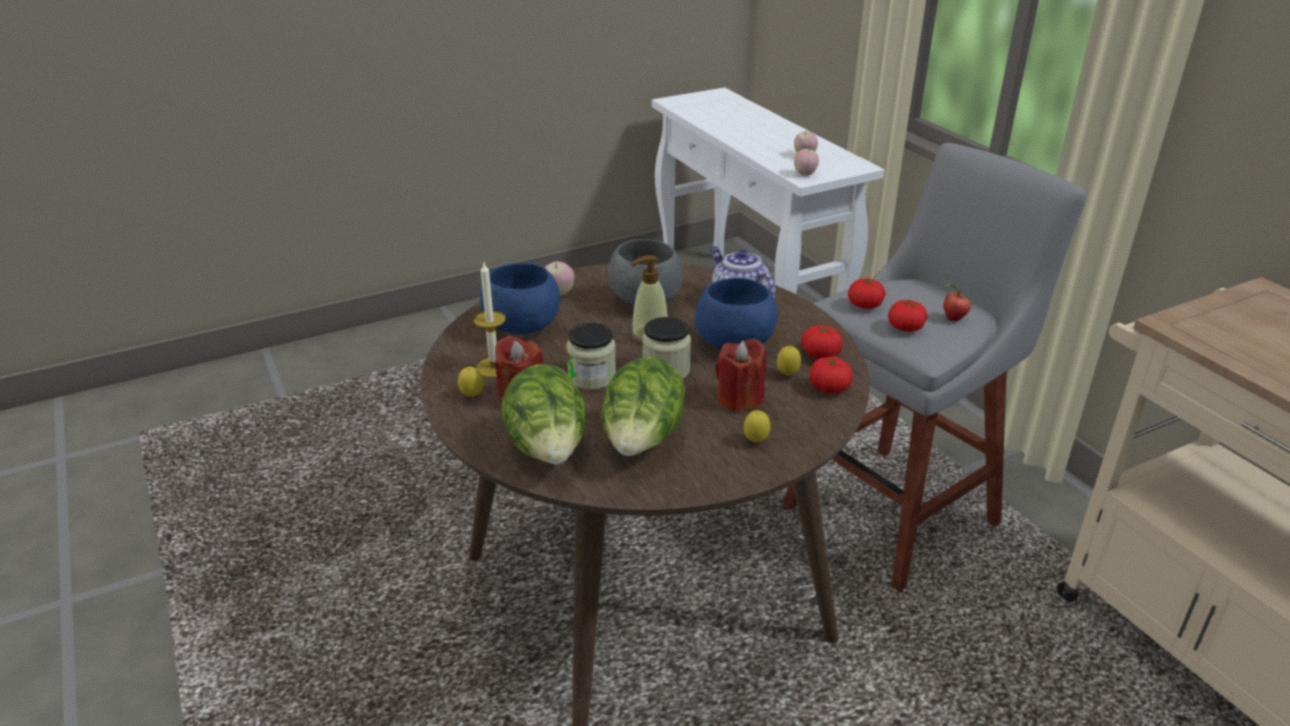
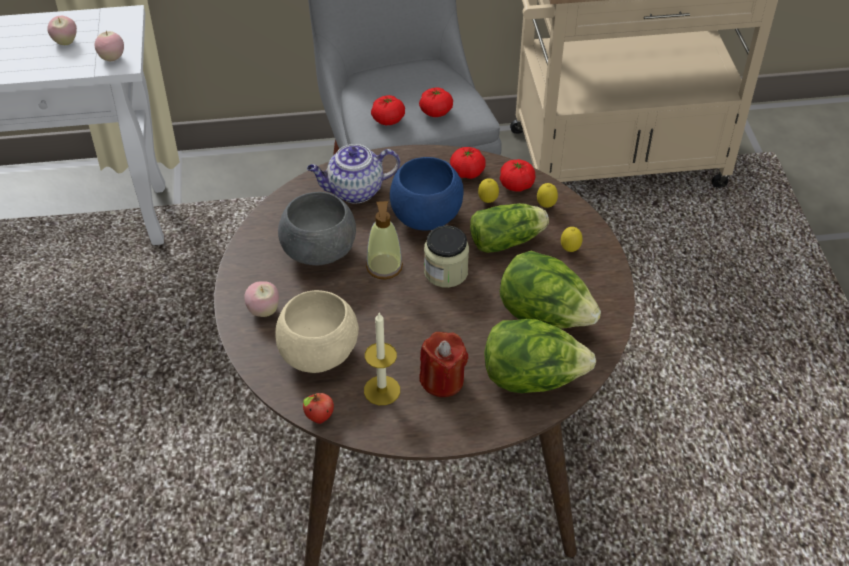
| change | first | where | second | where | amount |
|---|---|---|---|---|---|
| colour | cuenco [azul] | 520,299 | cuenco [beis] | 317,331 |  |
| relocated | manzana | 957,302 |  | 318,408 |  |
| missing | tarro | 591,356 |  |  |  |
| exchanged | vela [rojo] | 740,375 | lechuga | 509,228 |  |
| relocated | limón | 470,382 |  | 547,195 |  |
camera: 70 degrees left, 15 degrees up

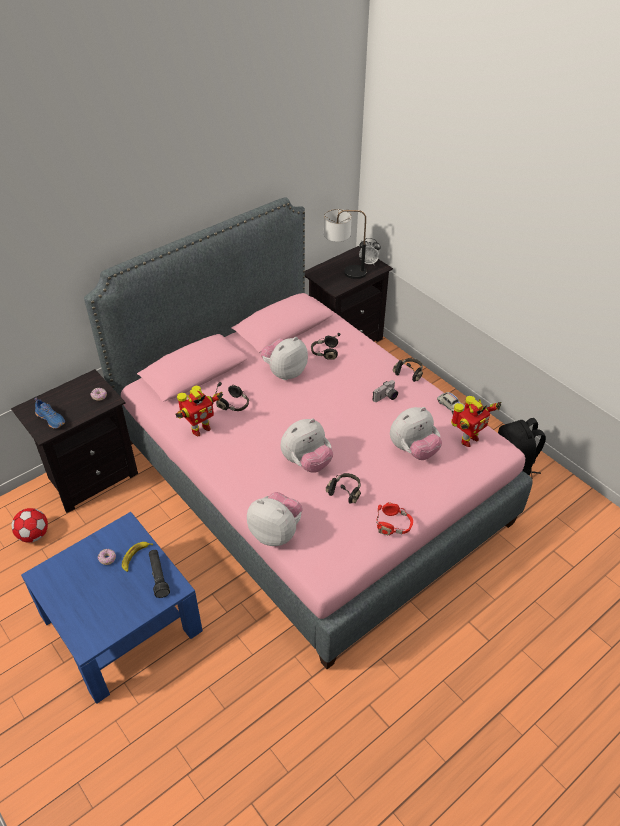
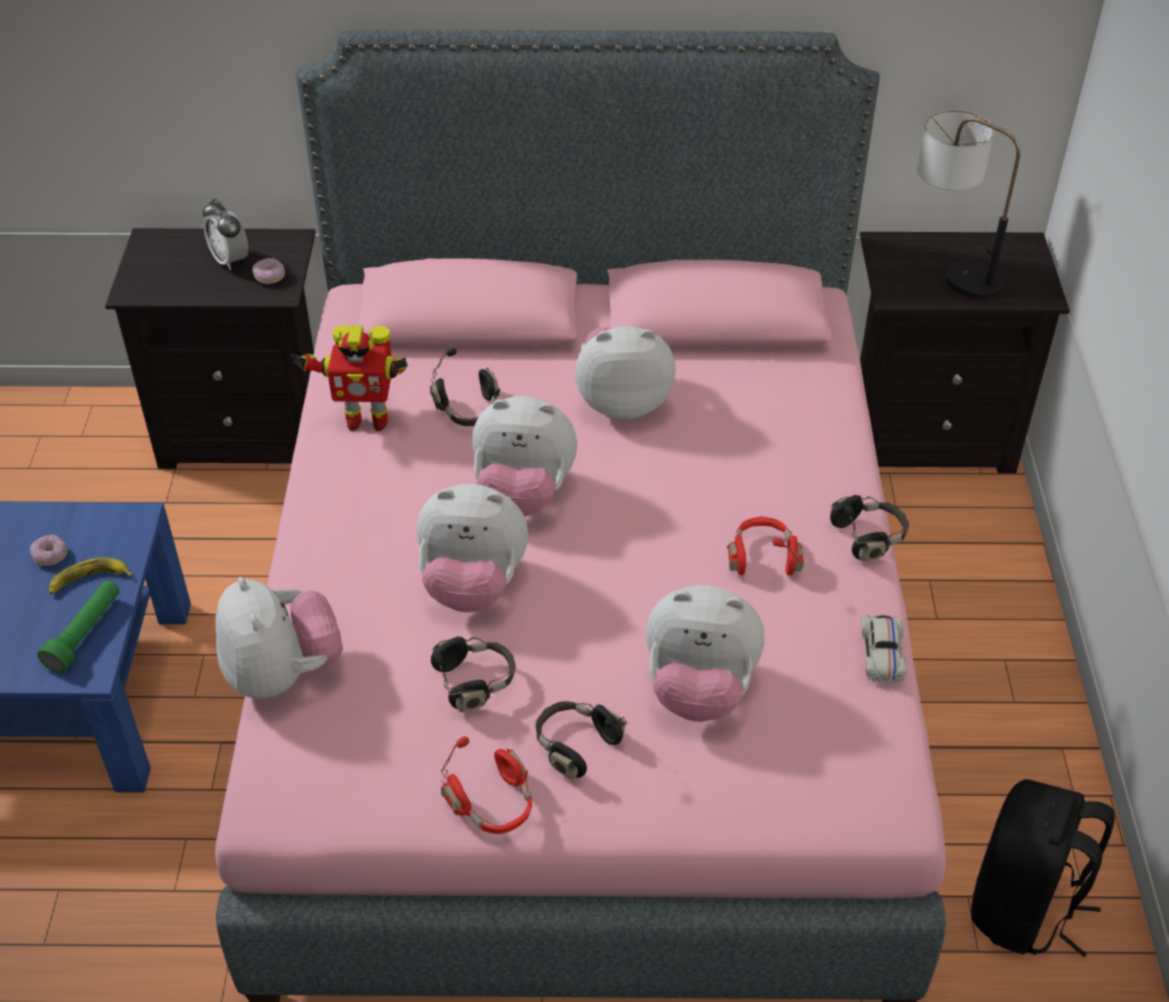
| change | first | where | second | where | amount |
|---|---|---|---|---|---|
| relocated | despertador | 370,251 |  | 225,235 |  |
| relocated | auriculares [negro] | 325,346 |  | 581,740 |  |
| exchanged | cámara | 385,391 | auriculares [rojo] | 765,546 |  |
| missing | robot de juguete | 476,421 |  |  |  |
| missing | zapato [azul] | 49,413 |  |  |  |
| missing | balón de fútbol | 30,525 |  |  |  |
| colour | linterna [negro] | 159,574 | linterna [verde] | 78,627 |  |
| appeared |  |  | peluche | 524,456 |  |
camera: 40 degrees right, 0 degrees up

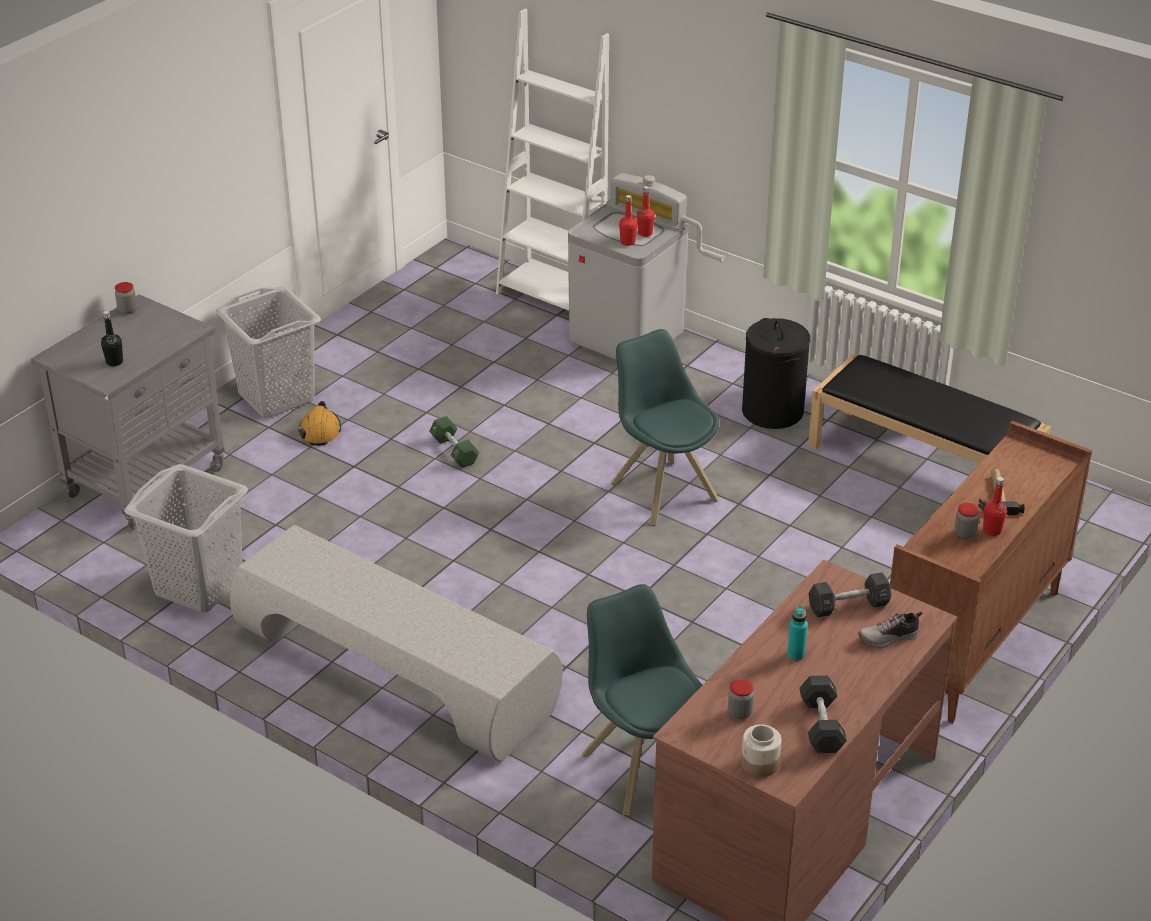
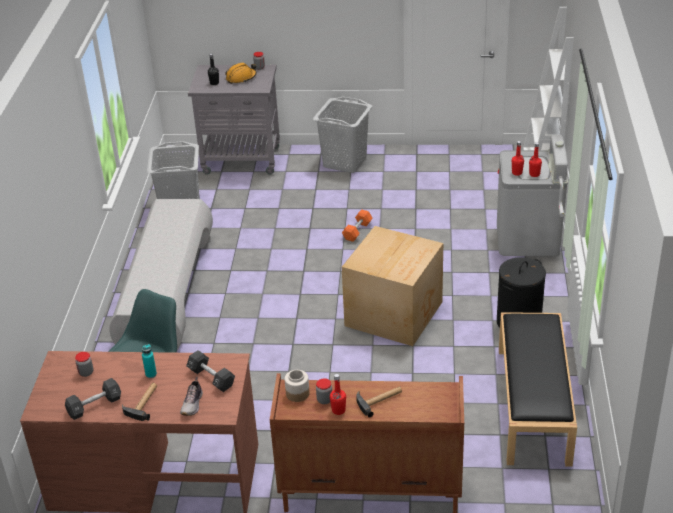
| change | first | where | second | where | amount |
|---|---|---|---|---|---|
| exchanged | silla [turquesa] | 665,427 | caja de cartón | 392,286 |  |
| relocated | casco [naranja] | 319,423 |  | 241,73 |  |
| colour | mancuerna [verde] | 454,442 | mancuerna [naranja] | 357,225 |  |
| spun | zapato | 890,629 |  | 191,396 | 120 degrees counterclockwise |
| relocated | tarro | 761,751 |  | 297,386 |  |
| appeared |  |  | martillo | 139,402 |  |
camera: 60 degrees right, 0 degrees up

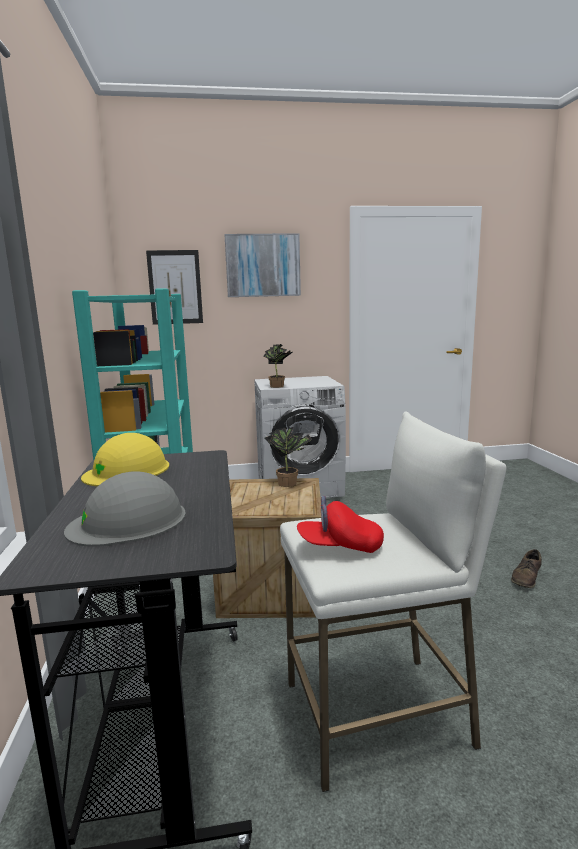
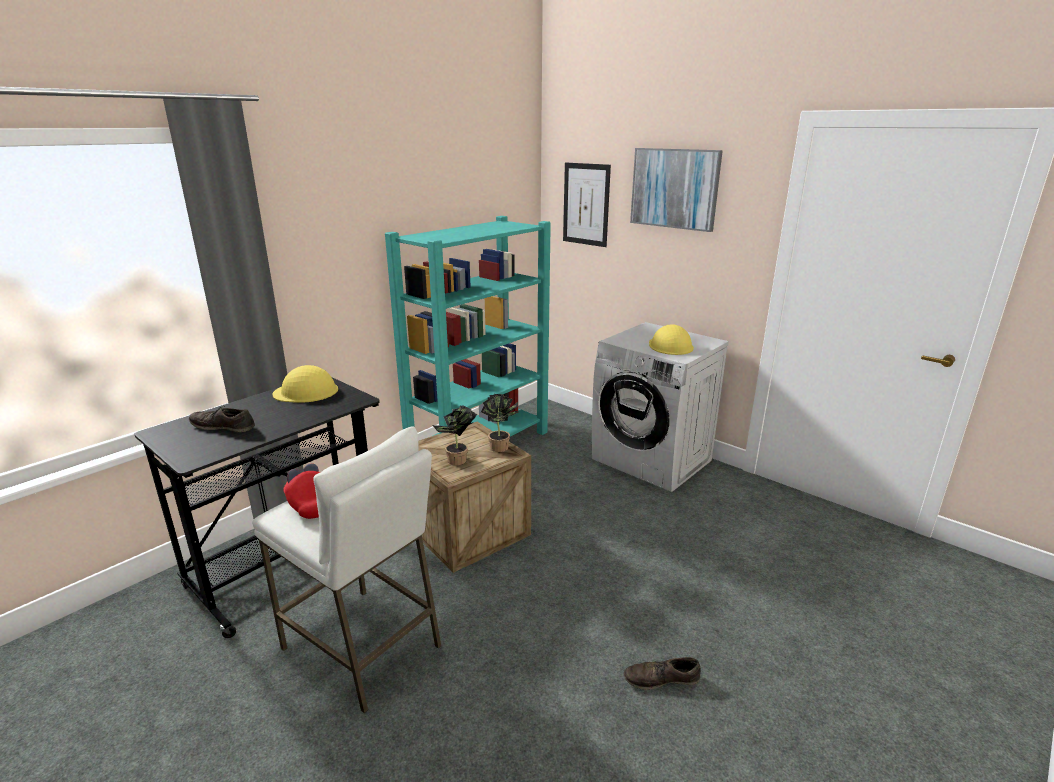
| change | first | where | second | where | amount |
|---|---|---|---|---|---|
| relocated | planta en maceta | 277,366 |  | 455,435 |  |
| exchanged | casco [gris] | 125,509 | zapato [marrón] | 222,419 |  |
| appeared |  |  | casco [amarillo] | 671,339 |  |
camera: 50 degrees right, 10 degrees up

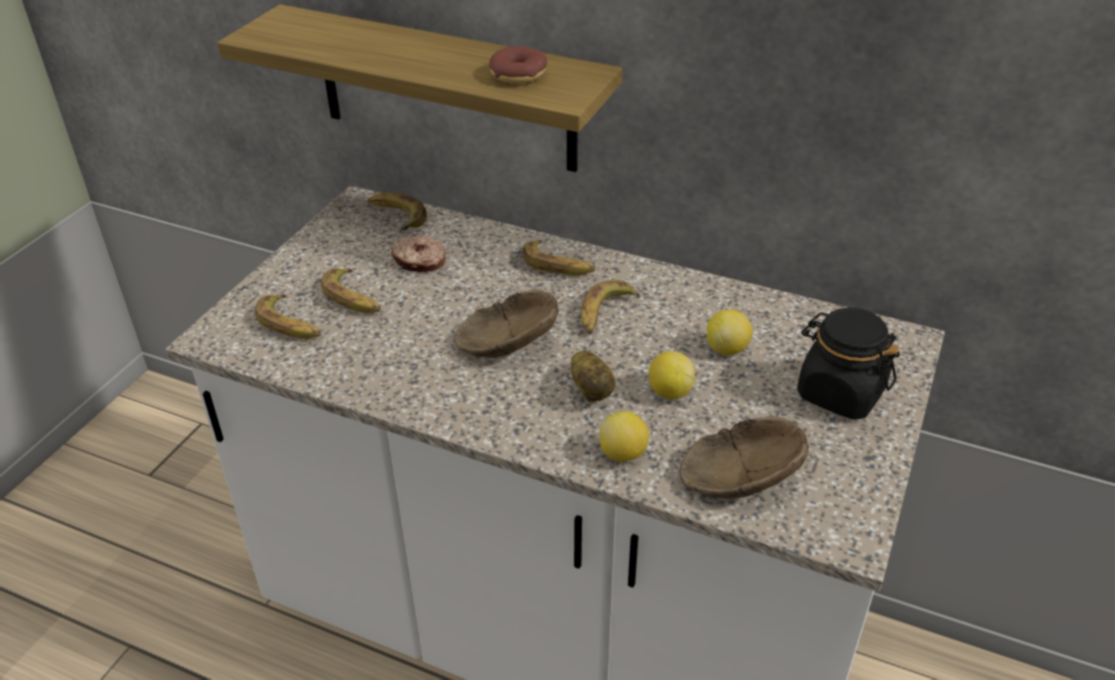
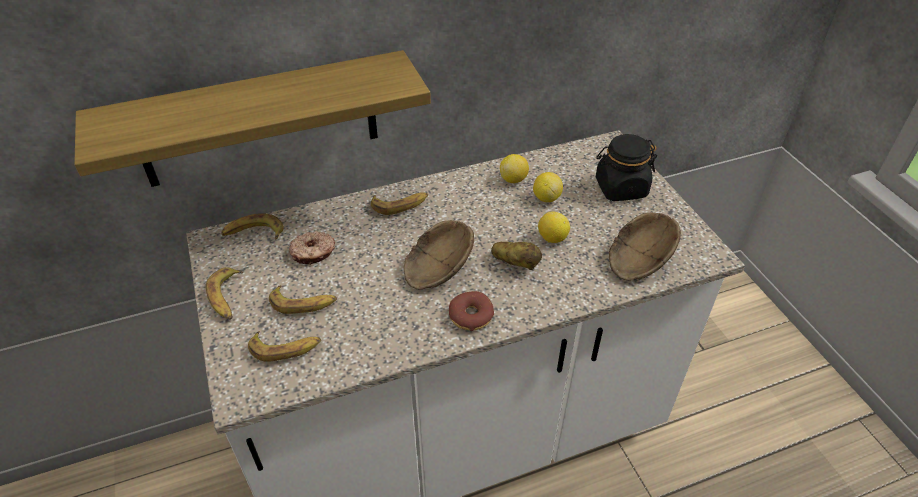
| change | first | where | second | where | amount |
|---|---|---|---|---|---|
| relocated | rosquilla | 518,65 |  | 471,311 |  |
| relocated | plátano | 610,307 |  | 224,293 |  |
| relocated | limón | 624,436 |  | 514,168 |  |
camera: 45 degrees left, 5 degrees up

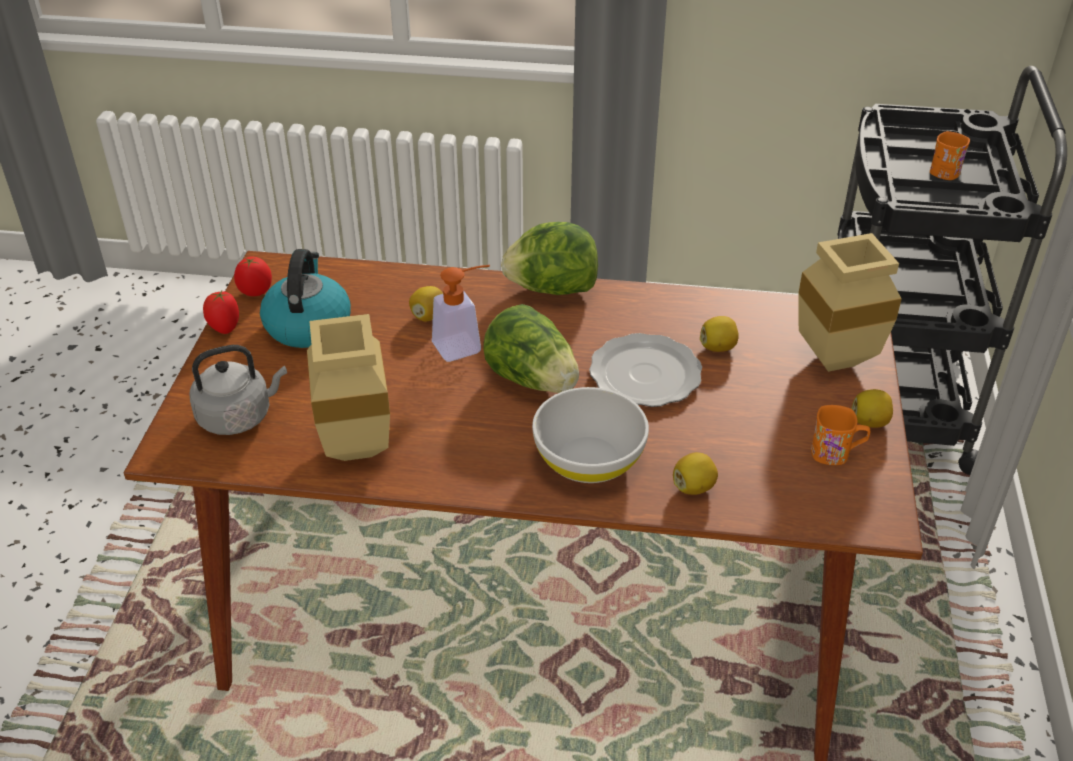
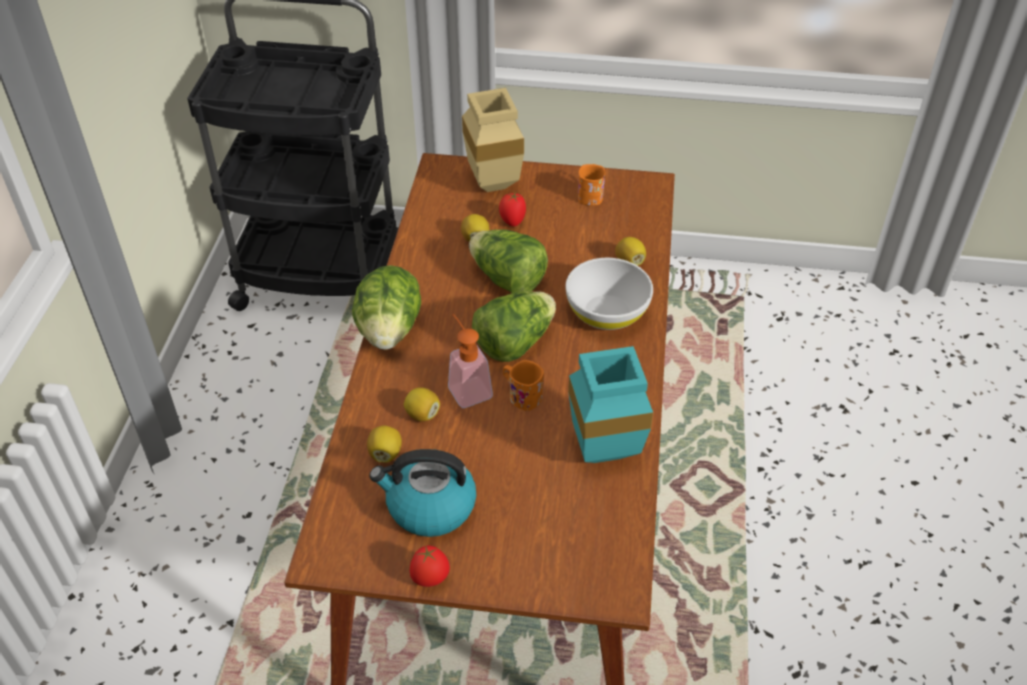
| change | first | where | second | where | amount |
|---|---|---|---|---|---|
| relocated | taza grande [naranja] | 950,155 |  | 523,385 |  |
| relocated | tomate | 253,276 |  | 512,209 |  |
| colour | florero [beis] | 348,387 | florero [turquesa] | 610,404 |  |
| exchanged | plato | 645,370 | lechuga | 508,261 |  |
| missing | hervidor [gris] | 238,390 |  |  |  |
| relocated | limón | 872,408 |  | 384,444 |  |
camera: 90 degrees left, 5 degrees up

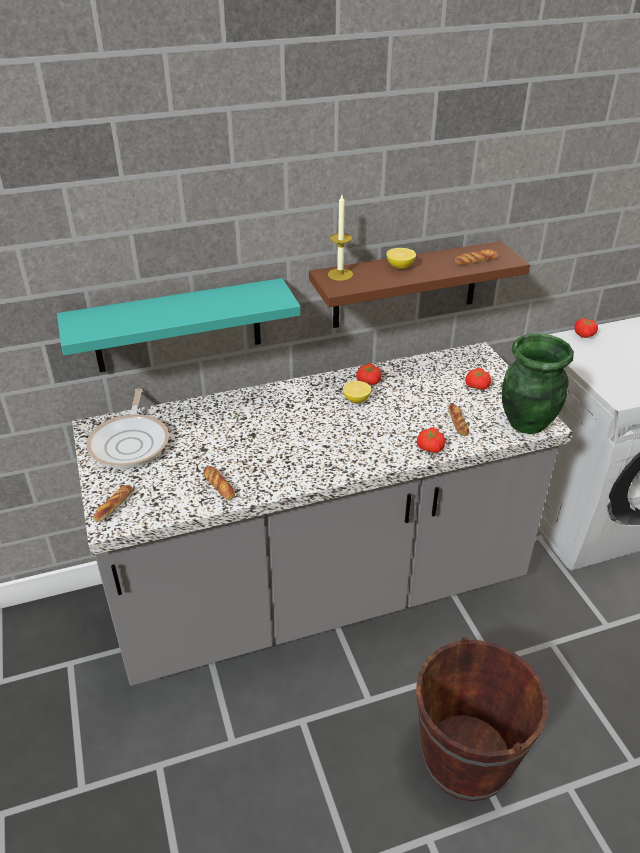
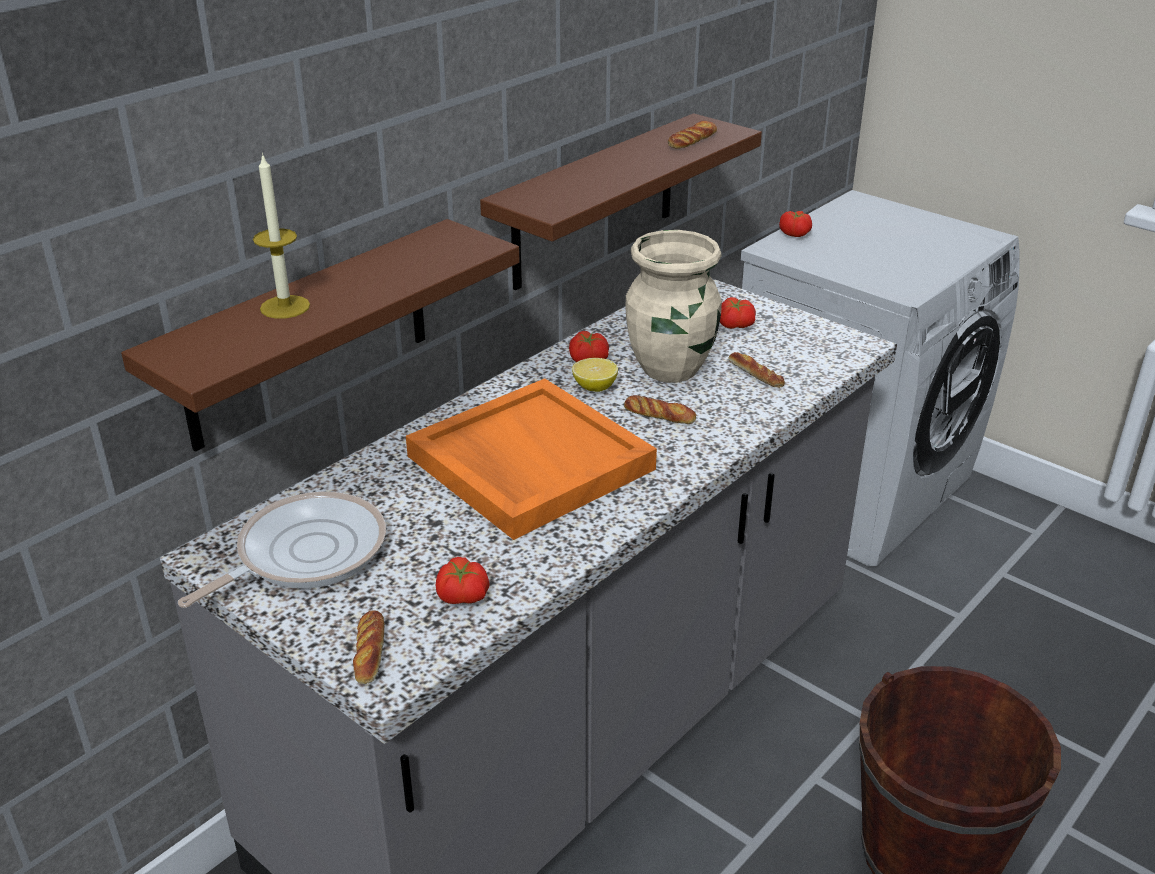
| change | first | where | second | where | amount |
|---|---|---|---|---|---|
| relocated | vela | 340,238 |  | 281,236 |  |
| missing | limón | 401,258 |  |  |  |
| colour | estante [turquesa] | 179,325 | estante [marrón] | 320,335 |  |
| missing | florero [verde] | 538,383 |  |  |  |
| spun | sartén | 127,428 |  | 282,549 | 105 degrees counterclockwise |
| relocated | tomate | 431,440 |  | 463,580 |  |
| relocated | pan | 219,483 |  | 660,409 |  |
| appeared |  |  | florero [beis] | 673,306 |  |
| appeared |  |  | bandeja [naranja] | 531,459 |  |
camera: 30 degrees left, 5 degrees down

